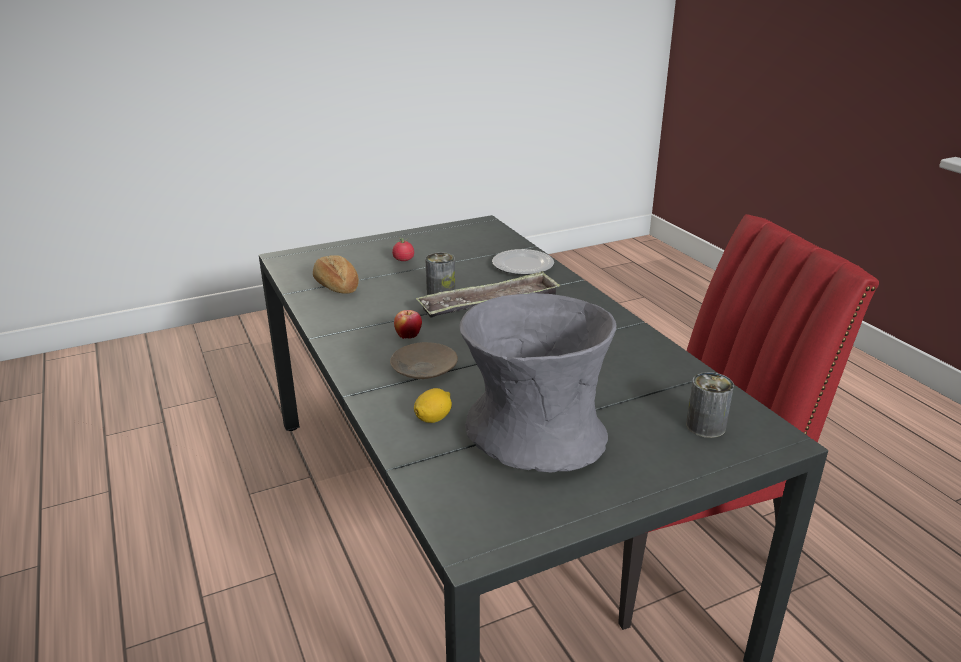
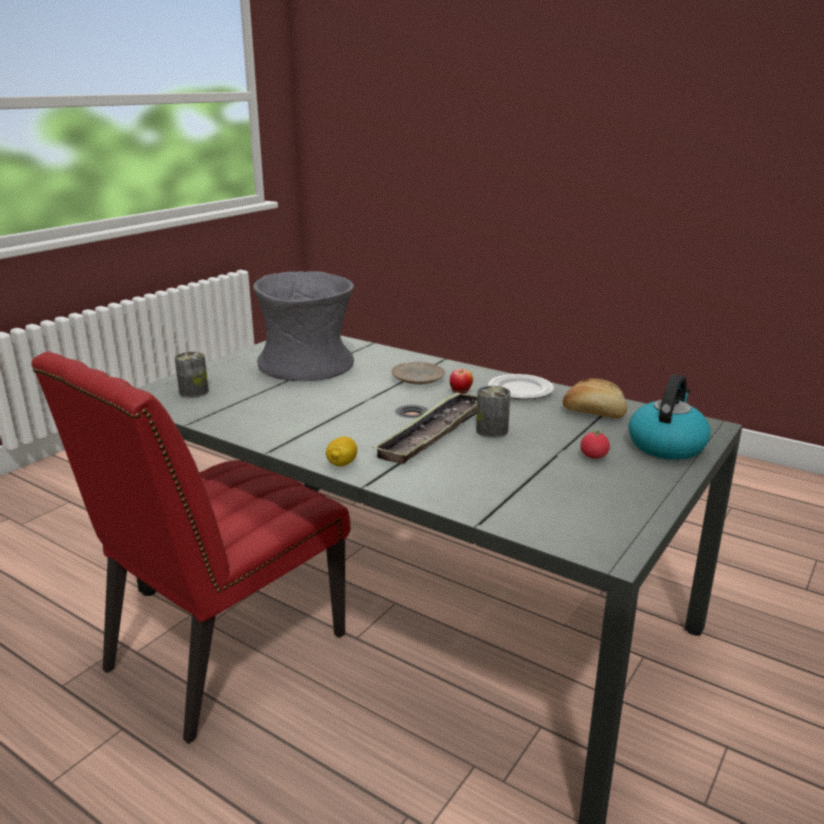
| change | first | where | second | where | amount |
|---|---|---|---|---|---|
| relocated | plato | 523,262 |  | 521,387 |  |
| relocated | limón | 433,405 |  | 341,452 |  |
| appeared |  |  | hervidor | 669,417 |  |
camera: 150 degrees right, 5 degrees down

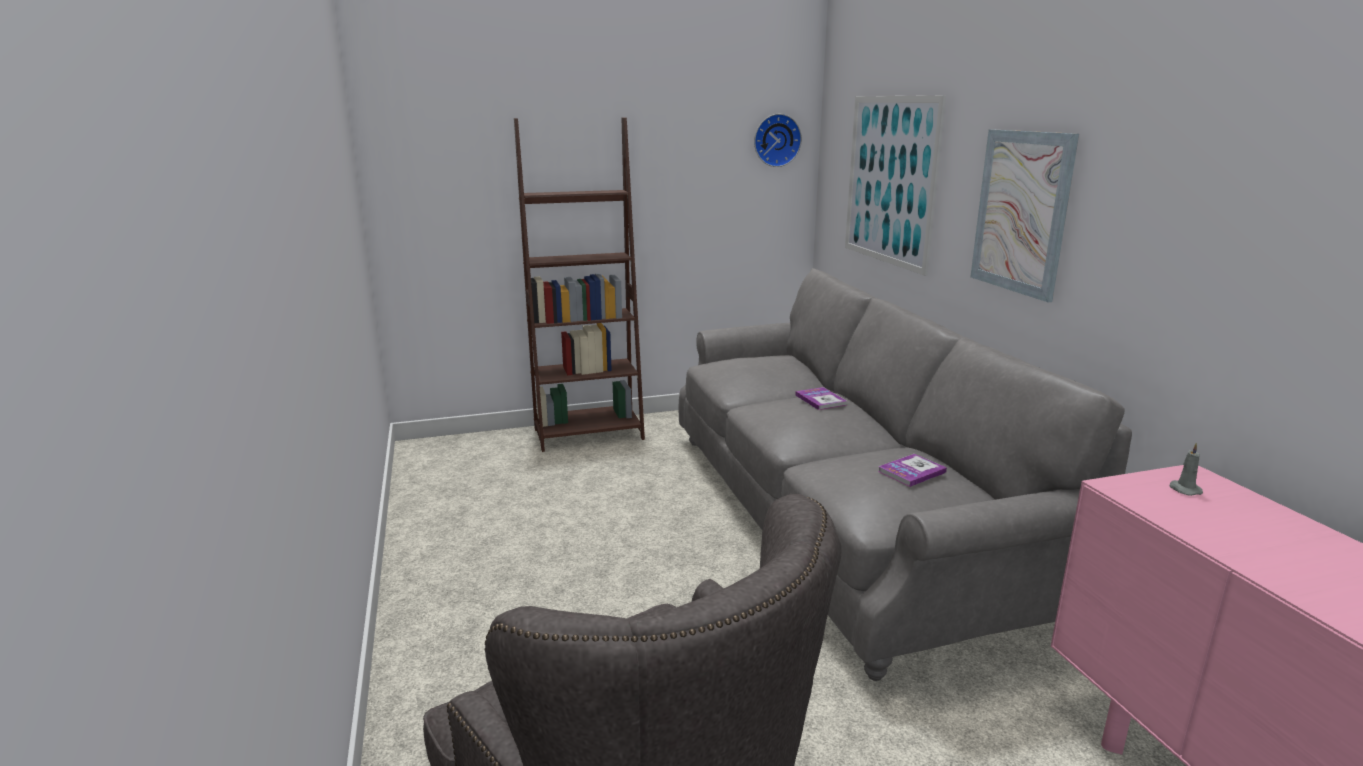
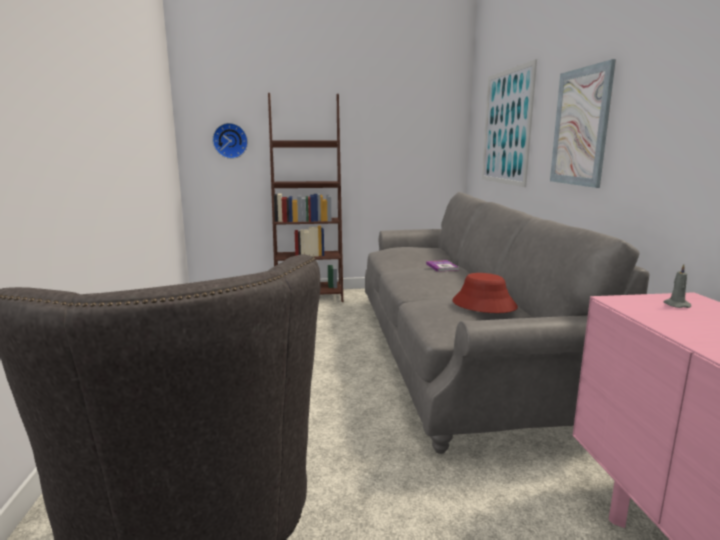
| change | first | where | second | where | amount |
|---|---|---|---|---|---|
| relocated | reloj de pared | 778,140 |  | 230,141 |  |
| exchanged | libro | 912,470 | sombrero [rojo] | 485,293 |  |
camera: 10 degrees right, 5 degrees down

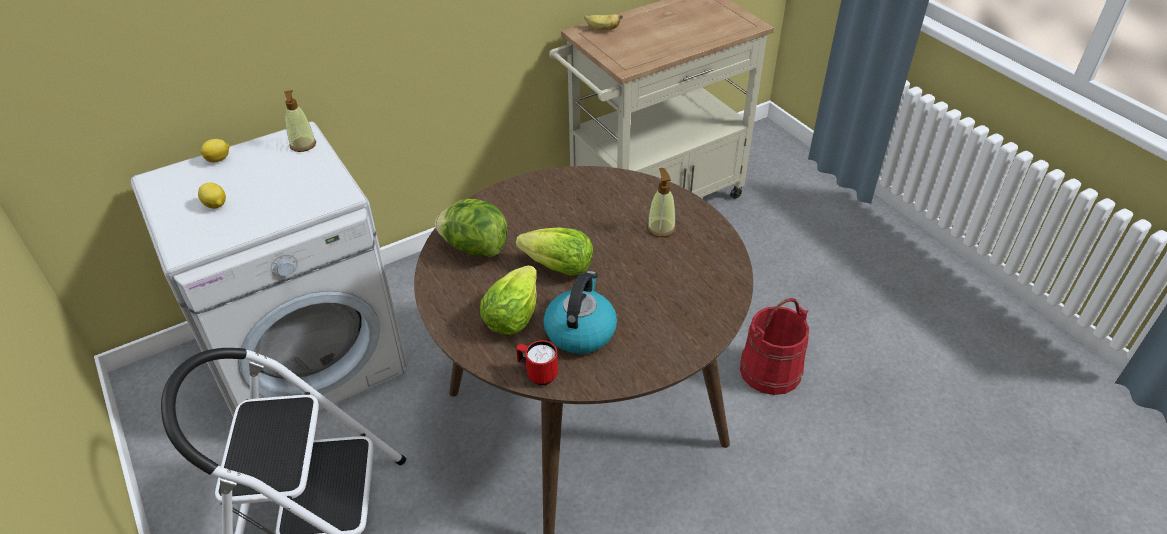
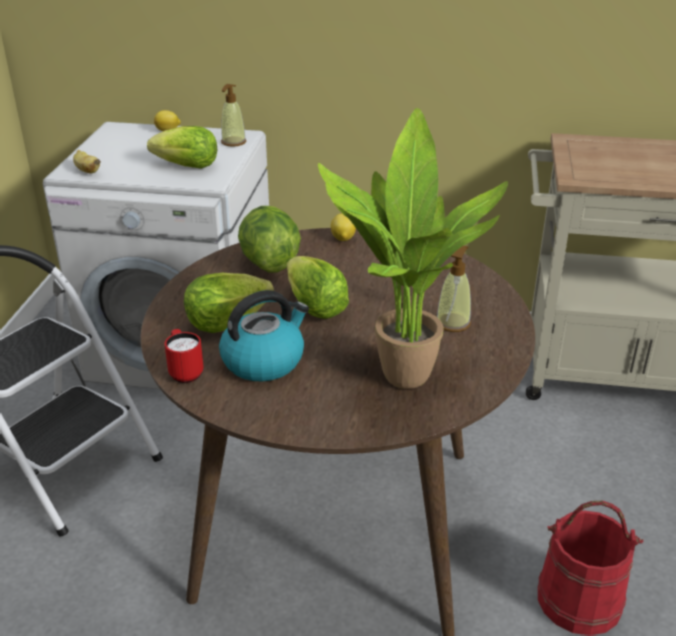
| change | first | where | second | where | amount |
|---|---|---|---|---|---|
| relocated | plátano | 603,22 |  | 87,161 |  |
| relocated | limón | 212,196 |  | 343,227 |  |
| appeared |  |  | planta en maceta | 413,248 |  |
| appeared |  |  | lechuga | 182,147 |  |
camera: 40 degrees right, 10 degrees down

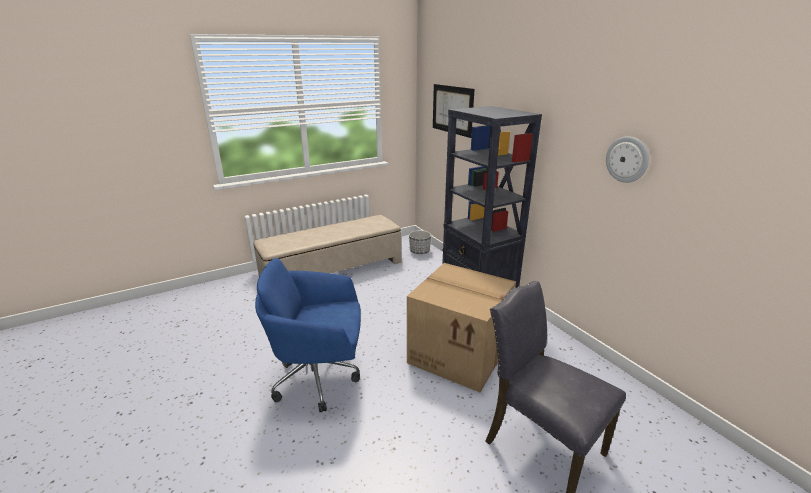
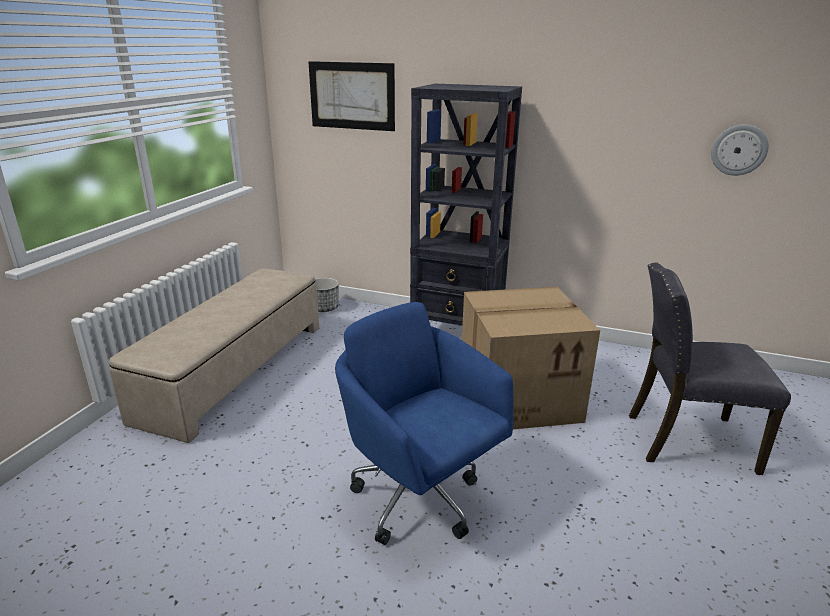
| change | first | where | second | where | amount |
|---|---|---|---|---|---|
| relocated | reloj de pared | 627,159 |  | 740,150 |  |
| spun | silla de oficina [azul] | 308,335 |  | 424,423 | 90 degrees clockwise |
camera: 40 degrees left, 0 degrees up

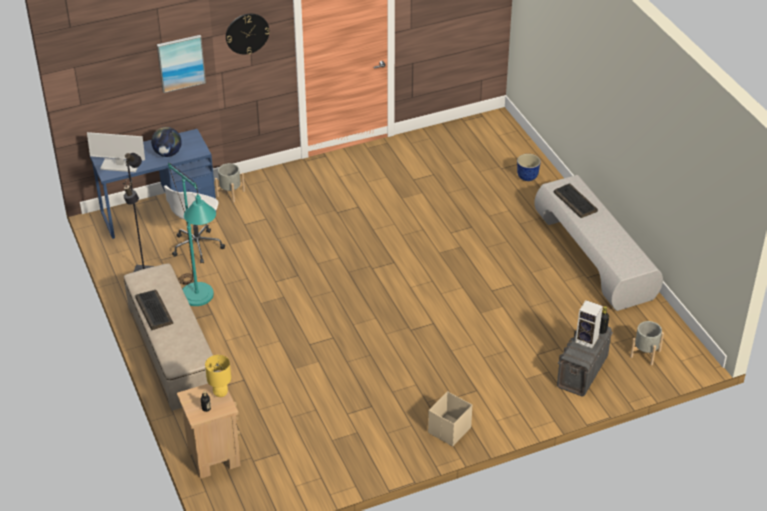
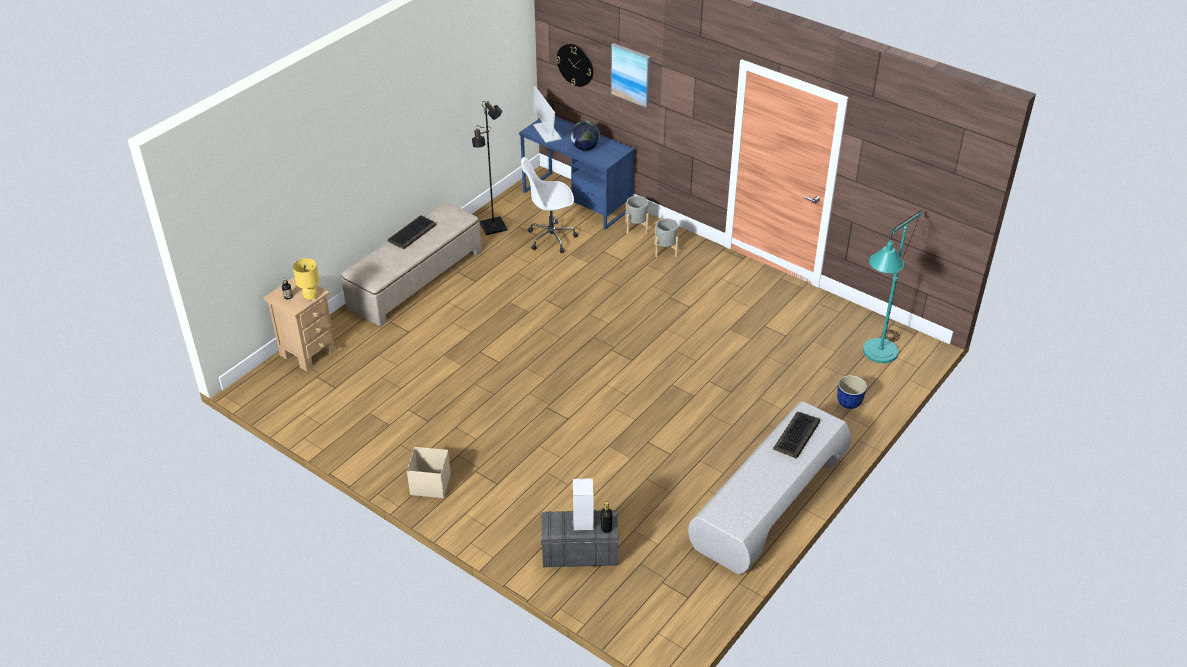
| change | first | where | second | where | amount |
|---|---|---|---|---|---|
| relocated | reloj de pared | 248,34 |  | 574,65 |  |
| relocated | lámpara de pie [turquesa] | 192,234 |  | 892,286 |  |
| relocated | maceta [gris] | 647,343 |  | 667,237 |  |
camera: 60 degrees right, 0 degrees up

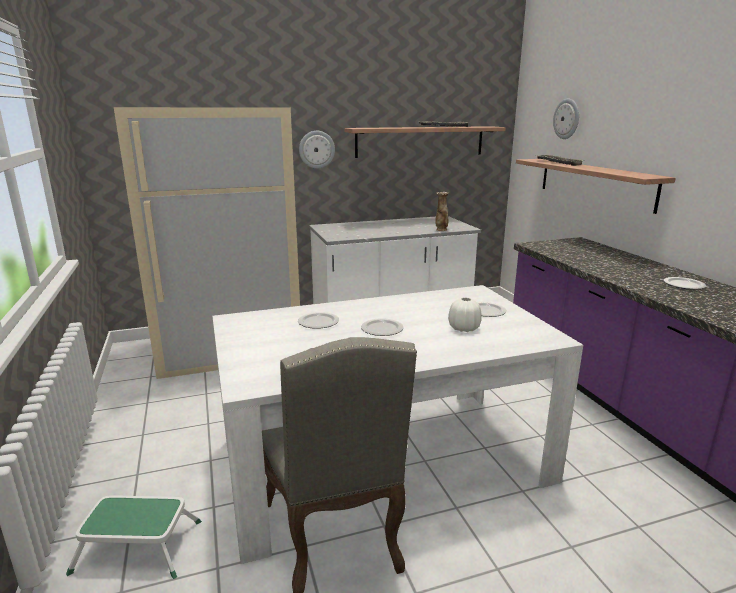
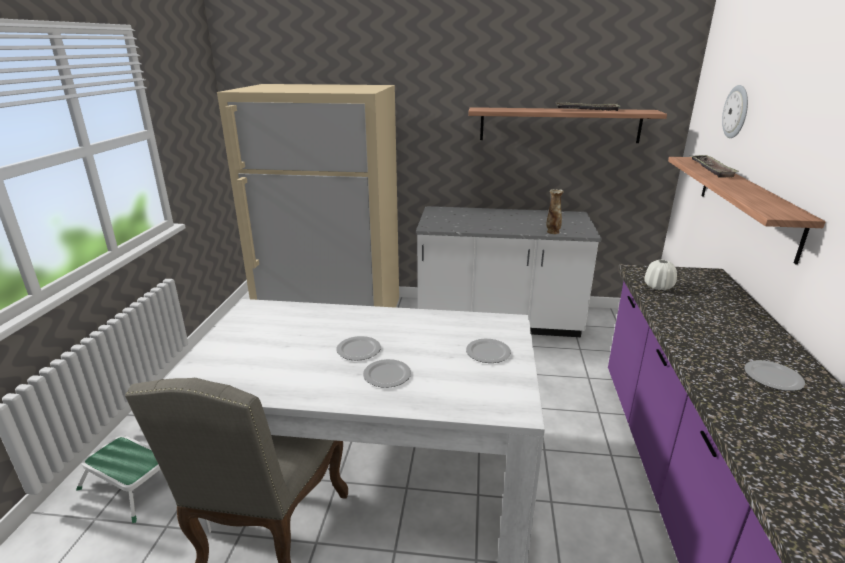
| change | first | where | second | where | amount |
|---|---|---|---|---|---|
| missing | reloj de pared | 317,150 |  |  |  |
| relocated | florero [blanco] | 465,314 |  | 660,274 |  |
| relocated | plato | 318,320 |  | 387,373 |  |
camera: 25 degrees right, 5 degrees up

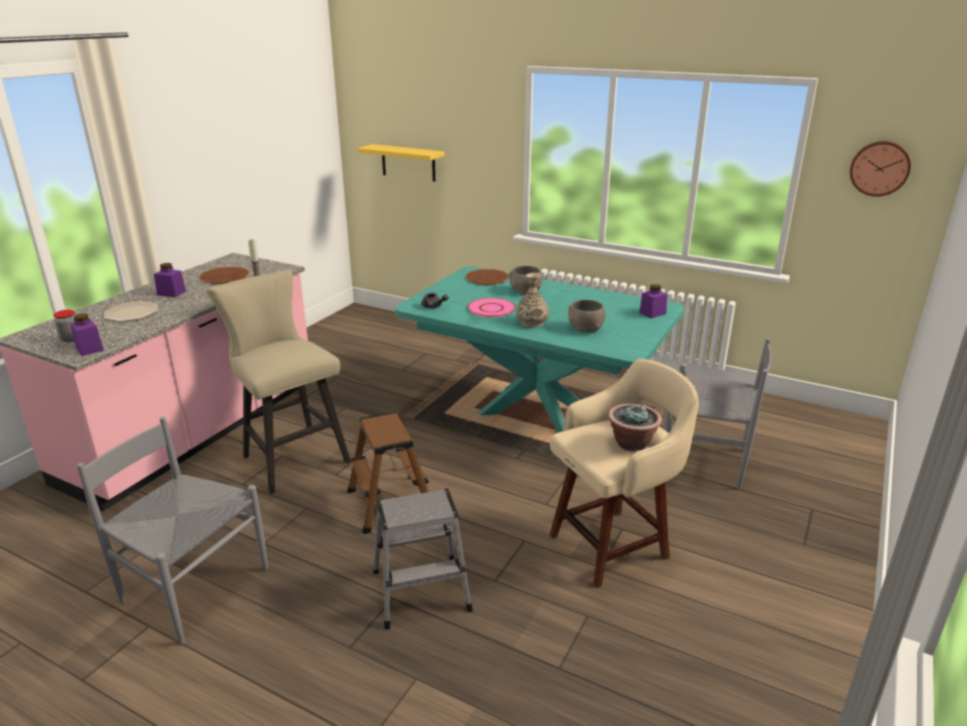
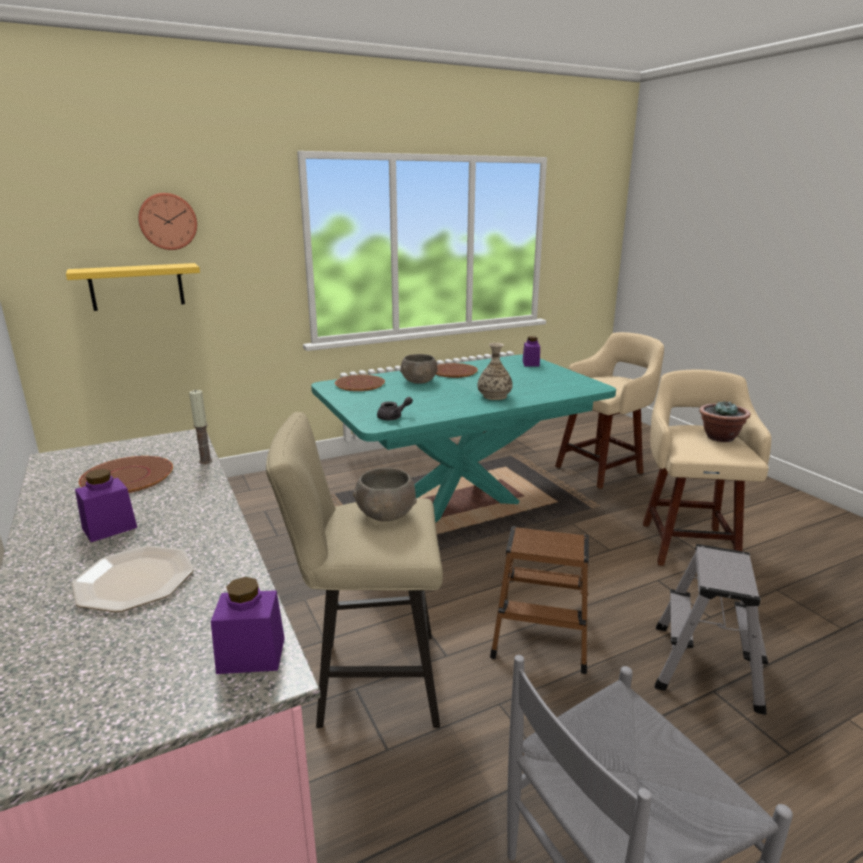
| change | first | where | second | where | amount |
|---|---|---|---|---|---|
| relocated | reloj de pared | 880,169 |  | 167,221 |  |
| missing | plato [rosa] | 491,308 |  |  |  |
| relocated | cuenco [gris] | 587,316 |  | 385,494 |  |
| missing | tarro | 64,326 |  |  |  |
| exchanged | silla [gris] | 717,413 | taburete [beis] | 609,410 |  |
| appeared |  |  | plato [marrón] | 457,370 |  |
camera: 55 degrees left, 5 degrees down

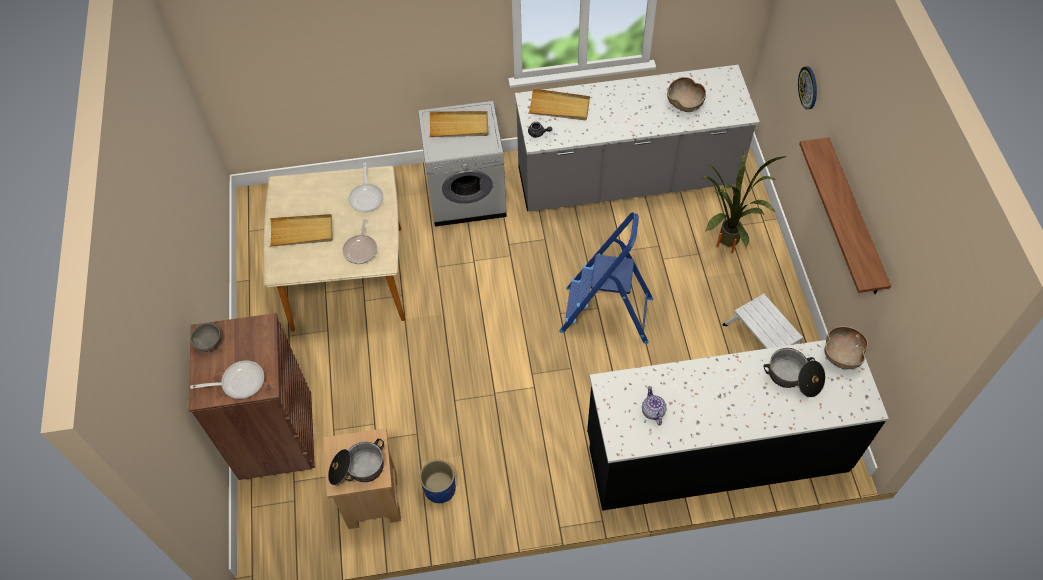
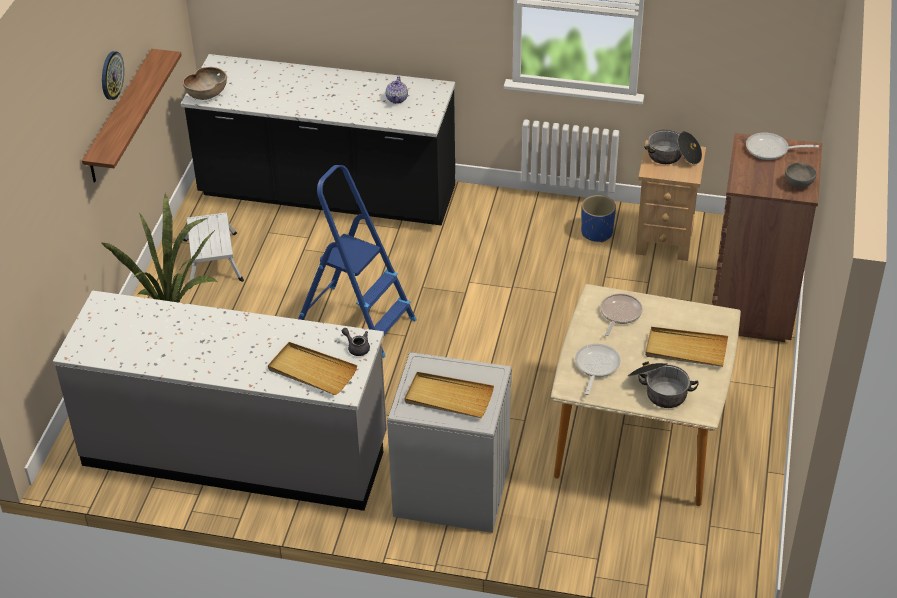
| change | first | where | second | where | amount |
|---|---|---|---|---|---|
| relocated | reloj de pared | 807,87 |  | 113,75 |  |
| missing | cuenco [marrón] | 686,94 |  |  |  |
| relocated | olla | 794,372 |  | 663,384 |  |
camera: 160 degrees left, 15 degrees down

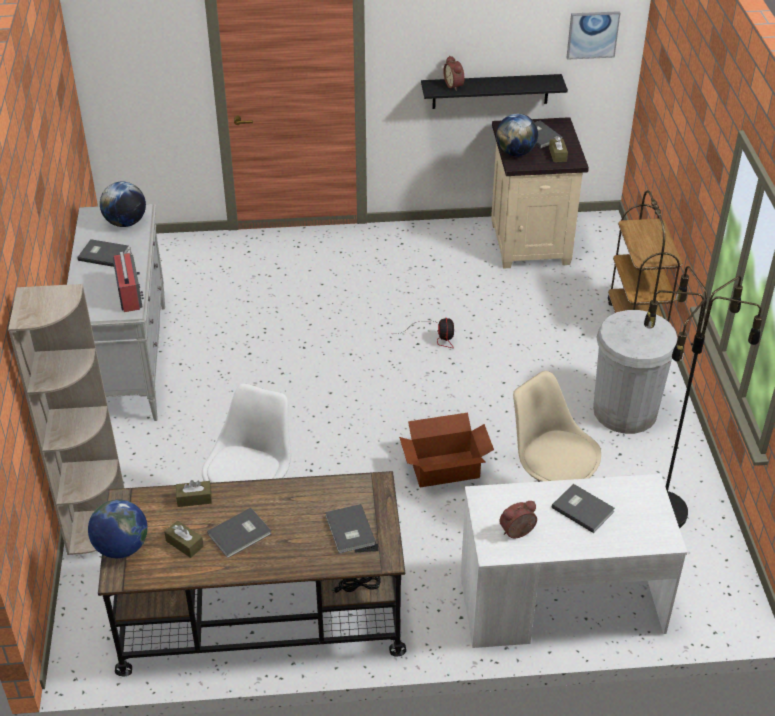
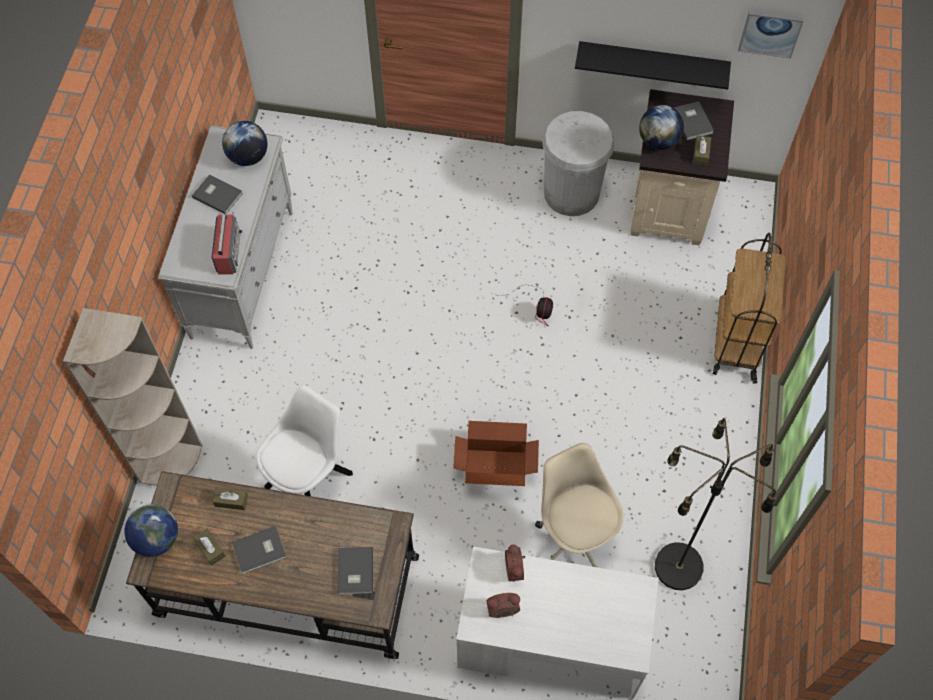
| change | first | where | second | where | amount |
|---|---|---|---|---|---|
| relocated | despertador | 454,73 |  | 515,563 |  |
| relocated | papelera [blanco] | 635,372 |  | 578,163 |  |
| missing | libro [gris] | 583,508 |  |  |  |
camera: 15 degrees right, 20 degrees up

